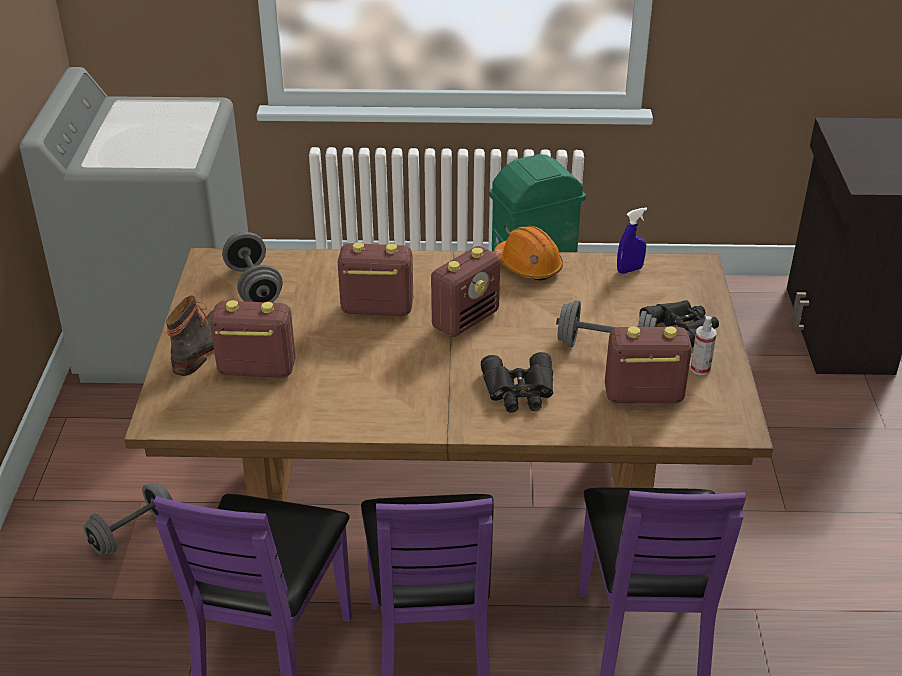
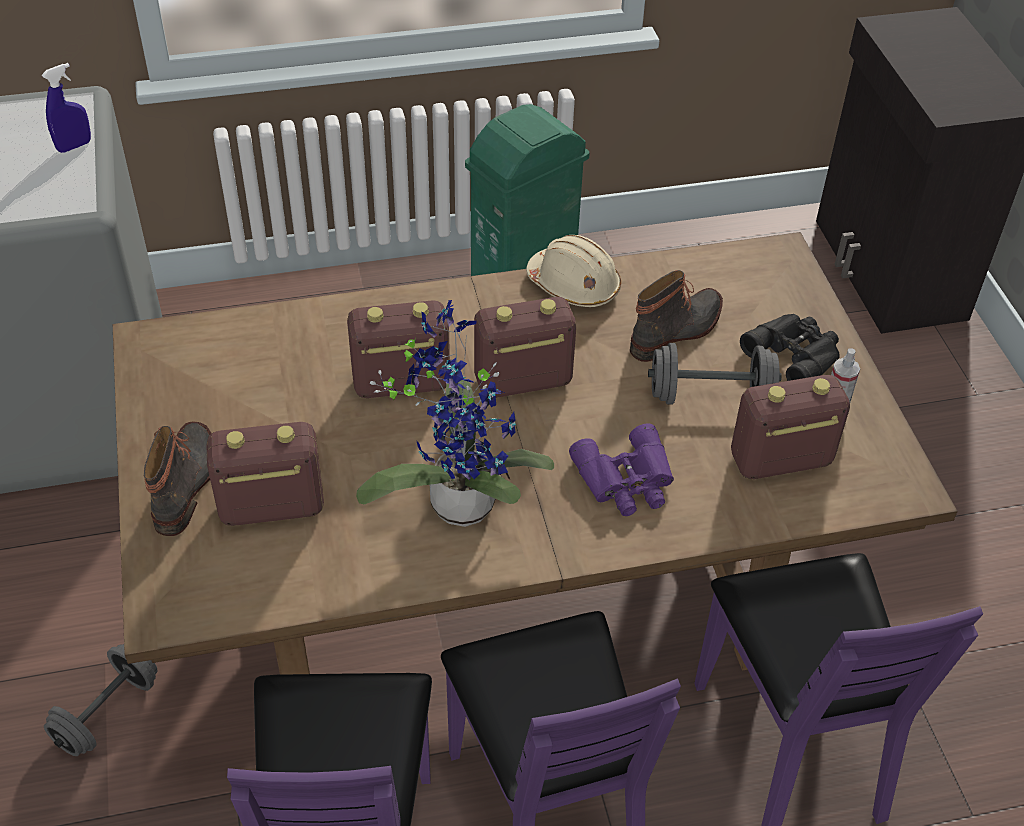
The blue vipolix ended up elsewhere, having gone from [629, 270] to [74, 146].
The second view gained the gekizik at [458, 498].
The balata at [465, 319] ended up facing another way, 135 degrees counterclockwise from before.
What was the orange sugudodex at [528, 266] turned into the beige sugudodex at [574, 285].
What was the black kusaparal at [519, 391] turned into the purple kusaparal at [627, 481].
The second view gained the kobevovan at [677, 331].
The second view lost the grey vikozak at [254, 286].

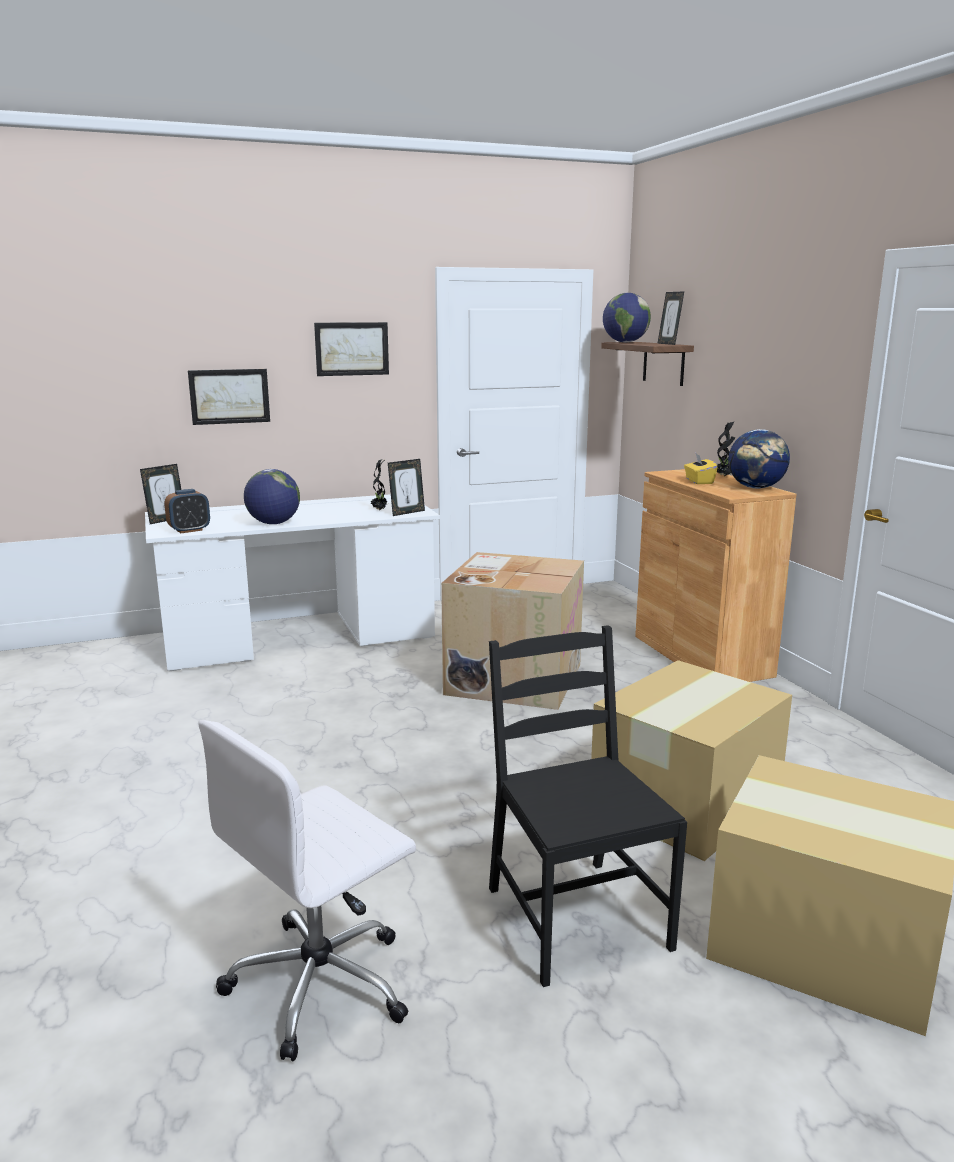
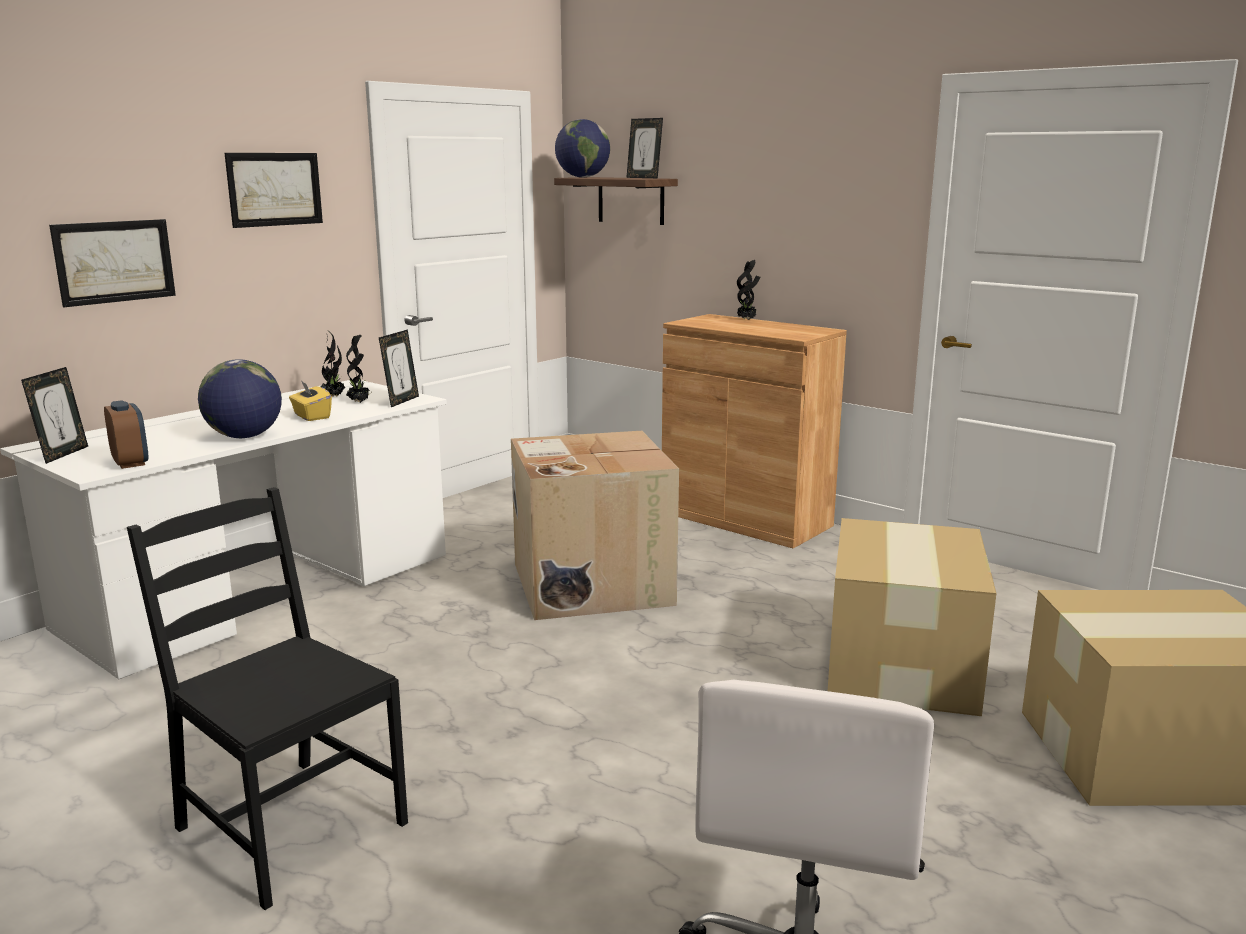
The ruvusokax at [189, 530] ended up facing another way, 60 degrees counterclockwise from before.
The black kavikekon ended up elsewhere, having gone from [574, 917] to [288, 826].
The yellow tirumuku ended up elsewhere, having gone from [699, 481] to [311, 416].
The second view gained the gekizik at [334, 397].
The second view lost the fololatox at [756, 488].

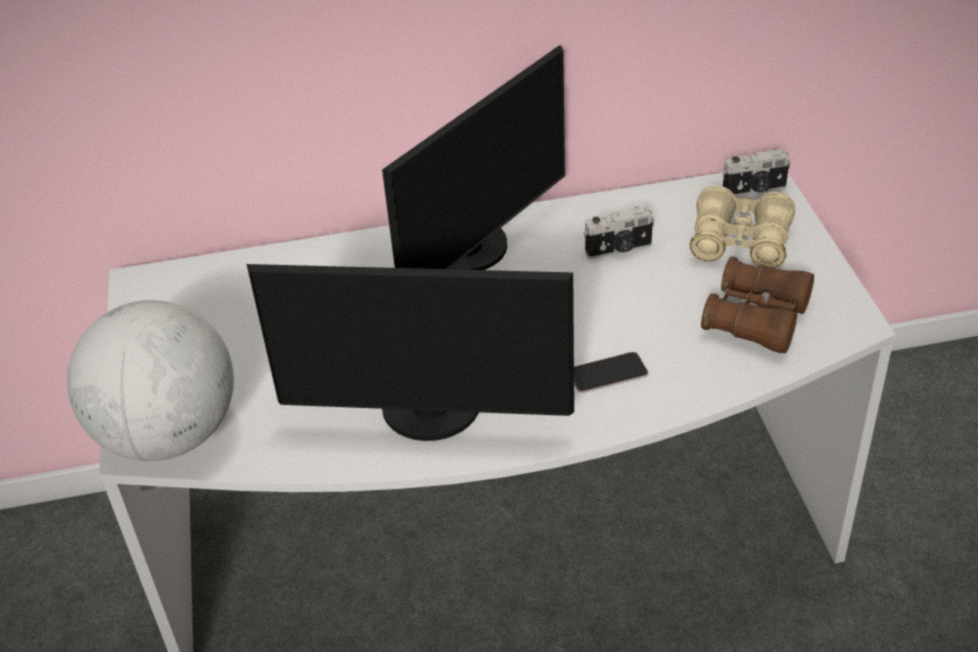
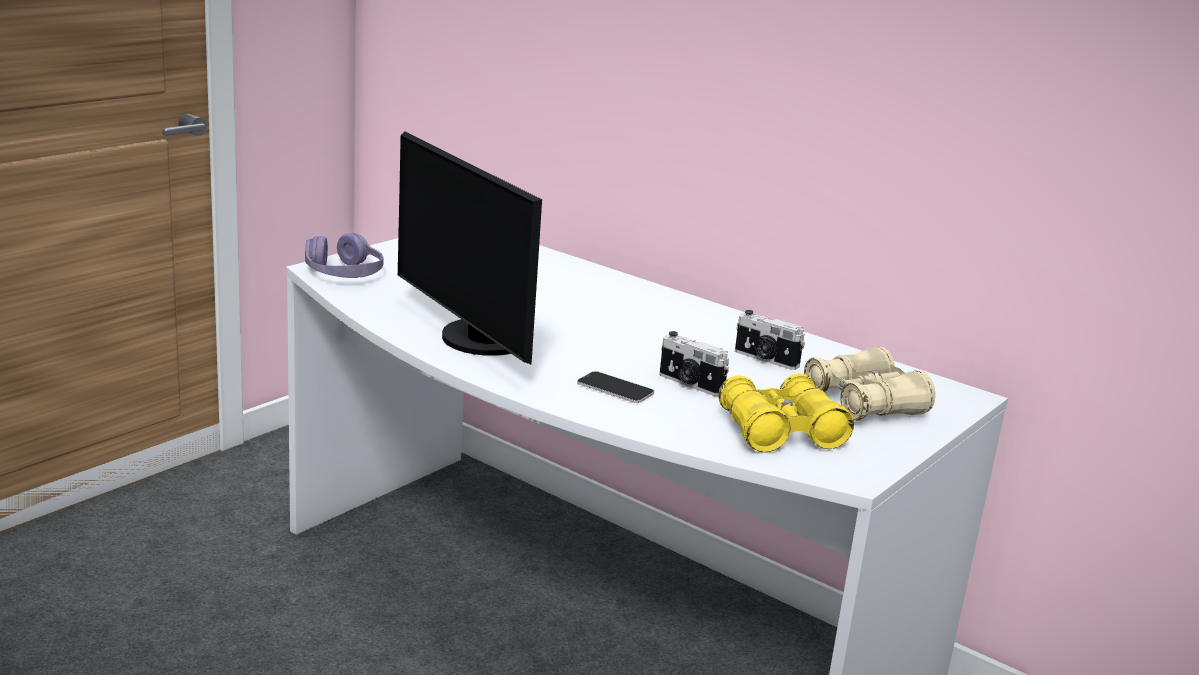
Where the fololatox stood at [169, 435], the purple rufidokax came to stand at [344, 274].
The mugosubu ended up elsewhere, having gone from [755, 190] to [690, 384].
What was the brown kusaparal at [757, 319] turned into the yellow kusaparal at [780, 431].
The second view lost the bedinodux at [472, 250].

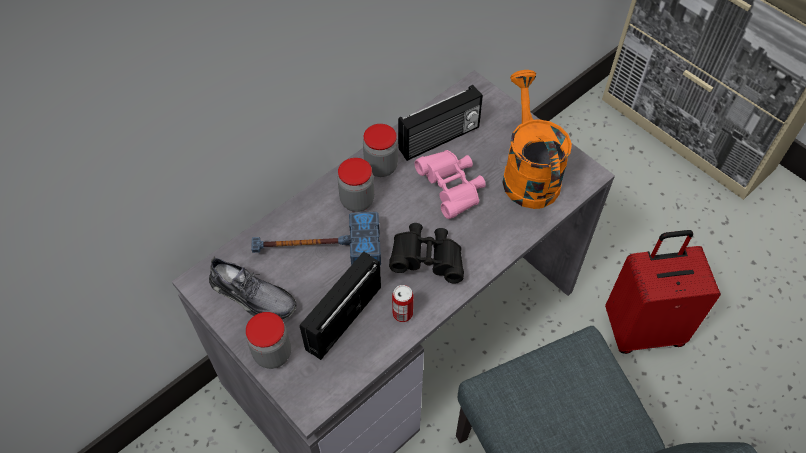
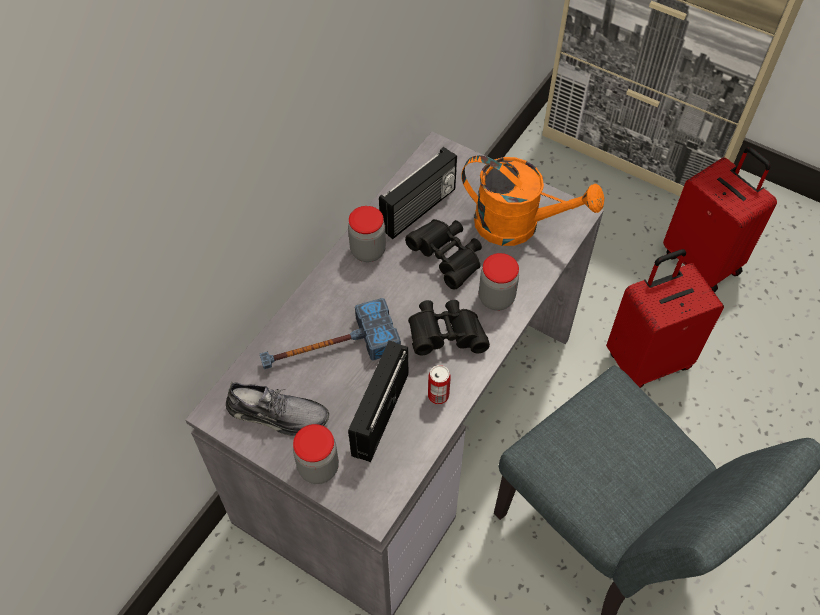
What was the pink kusaparal at [452, 189] turned into the black kusaparal at [448, 259].
The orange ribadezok at [527, 173] ended up facing another way, 135 degrees clockwise from before.
The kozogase ended up elsewhere, having gone from [357, 200] to [496, 298].
The second view gained the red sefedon at [702, 261].

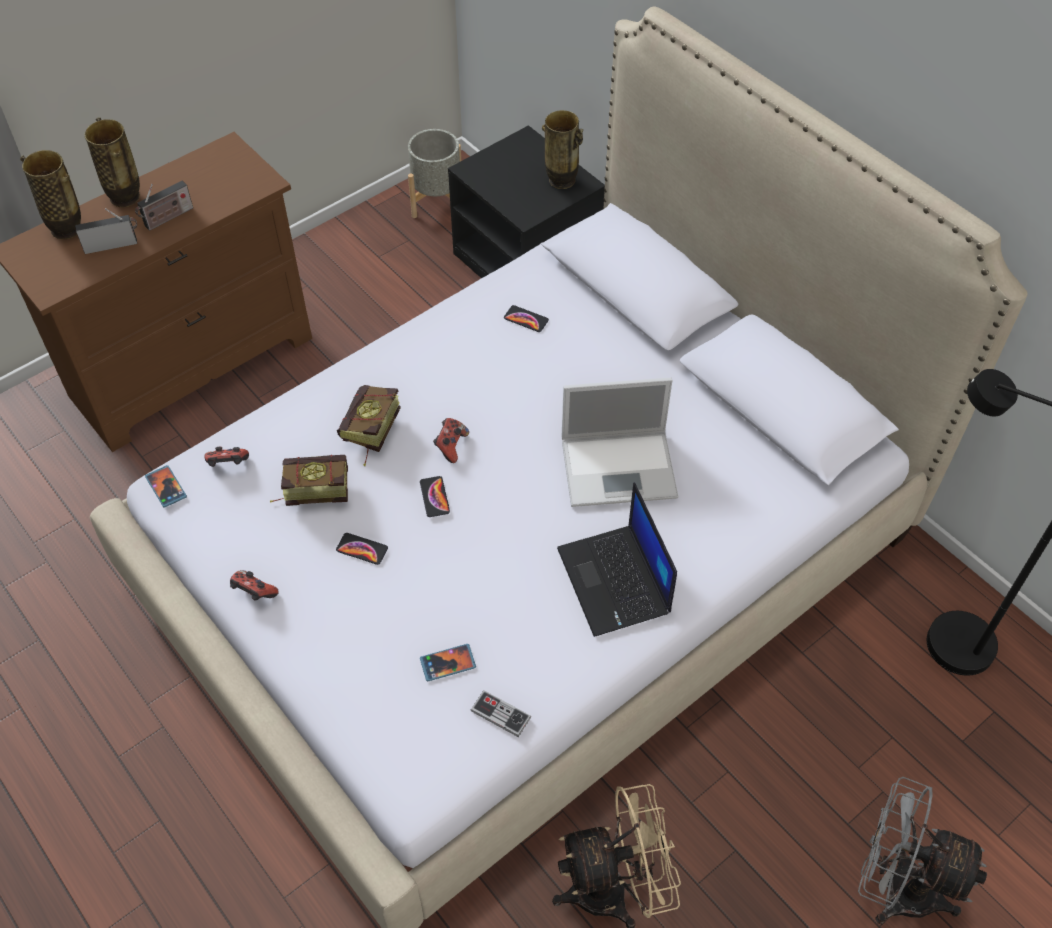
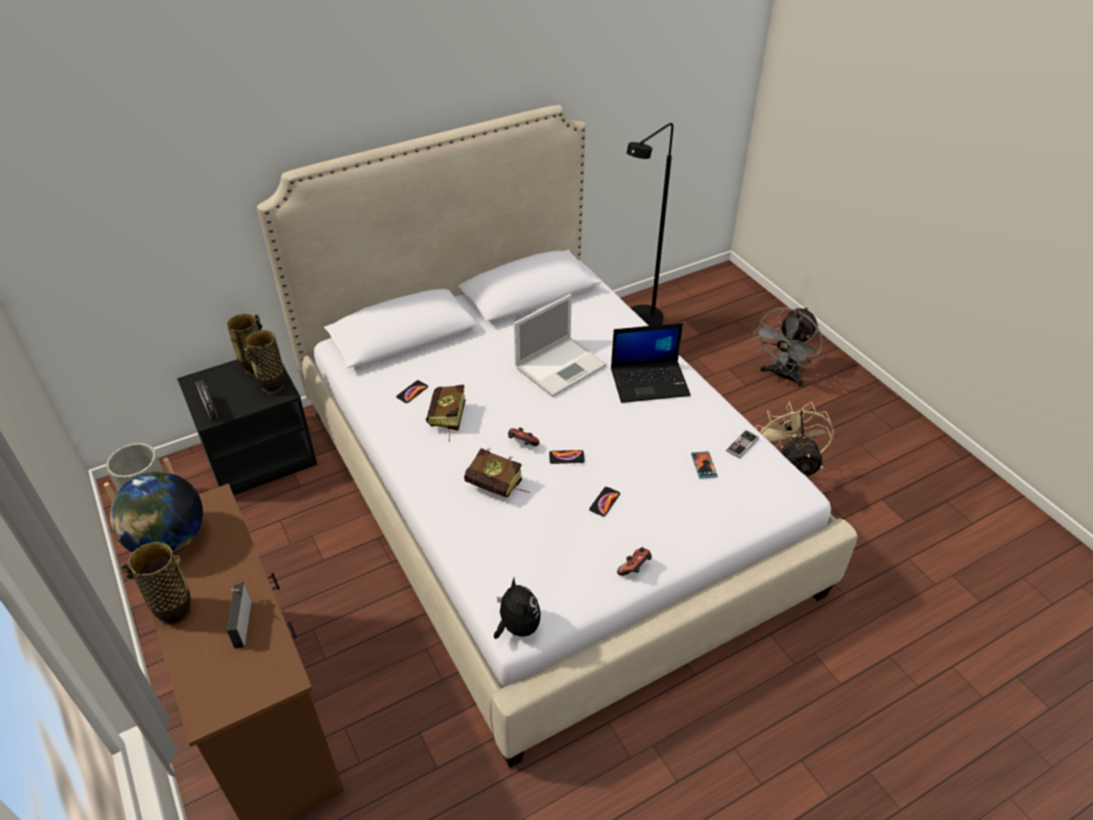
The second view gained the fololatox at [168, 541].
The balata ended up elsewhere, having gone from [167, 218] to [211, 409].
The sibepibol ended up elsewhere, having gone from [66, 229] to [273, 386].
The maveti ended up elsewhere, having gone from [310, 490] to [446, 421].
Where the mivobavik stood at [166, 487], the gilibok came to stand at [517, 627].
The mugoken at [621, 467] ended up facing another way, 45 degrees clockwise from before.
The second view lost the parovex at [228, 465].

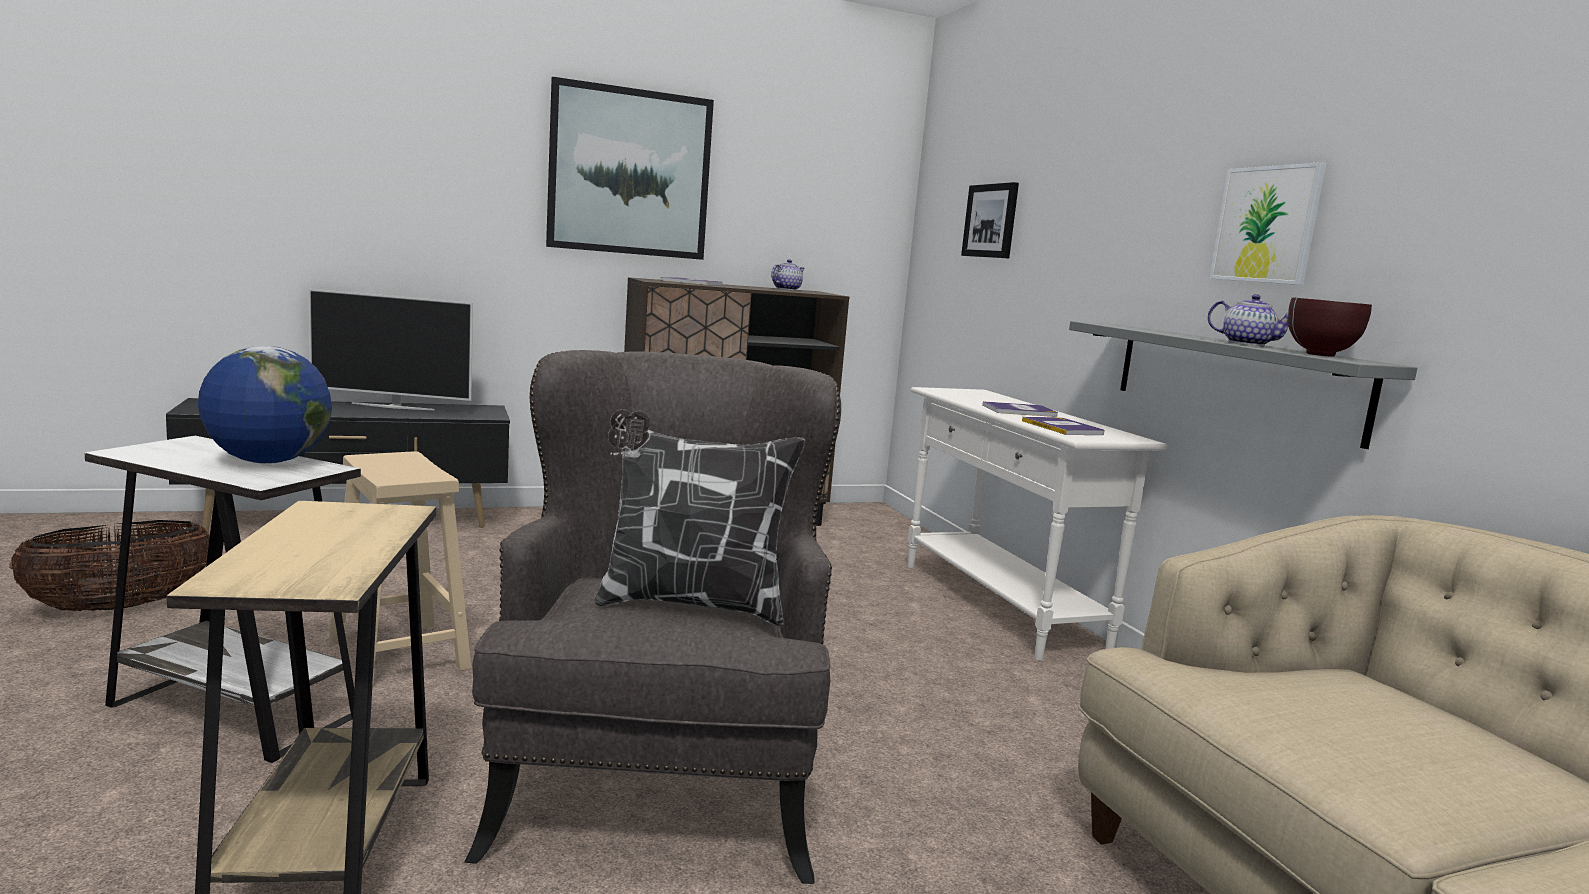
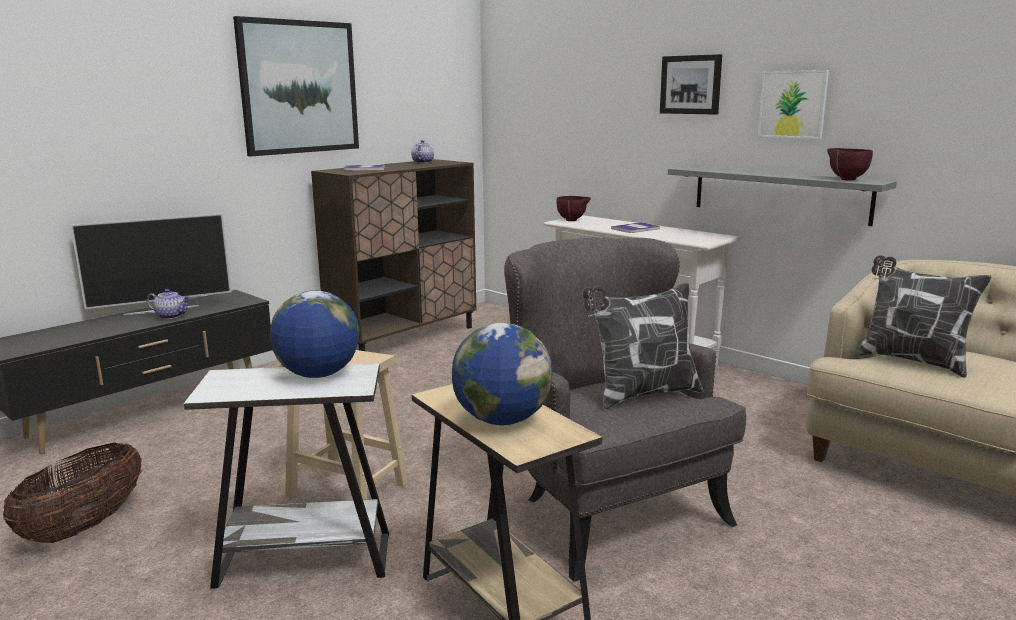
The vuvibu ended up elsewhere, having gone from [1248, 344] to [171, 316].
The second view gained the fololatox at [502, 420].
The second view gained the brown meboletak at [573, 220].
The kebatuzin ended up elsewhere, having gone from [991, 221] to [691, 84].
The second view gained the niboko at [911, 361].
The second view lost the maveti at [1063, 428].

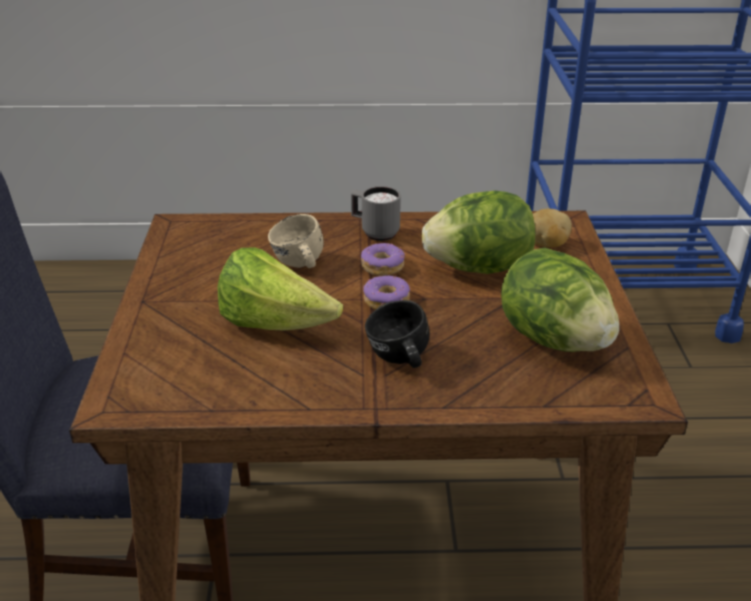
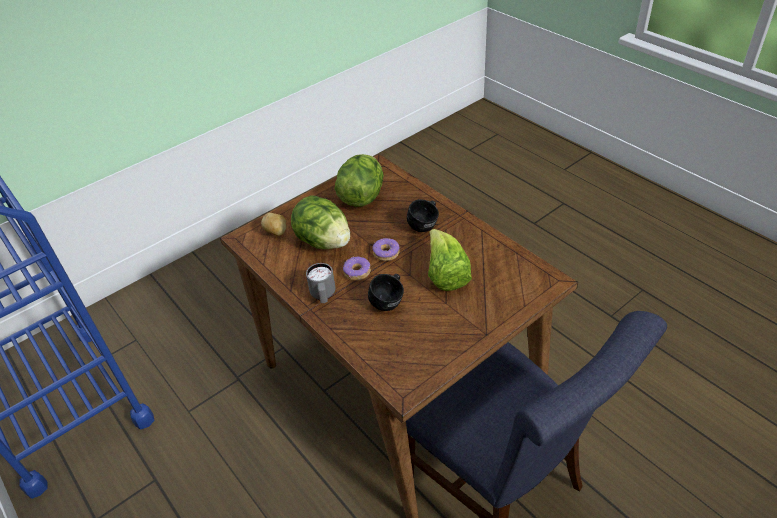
What was the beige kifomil at [298, 266] turned into the black kifomil at [390, 301].

